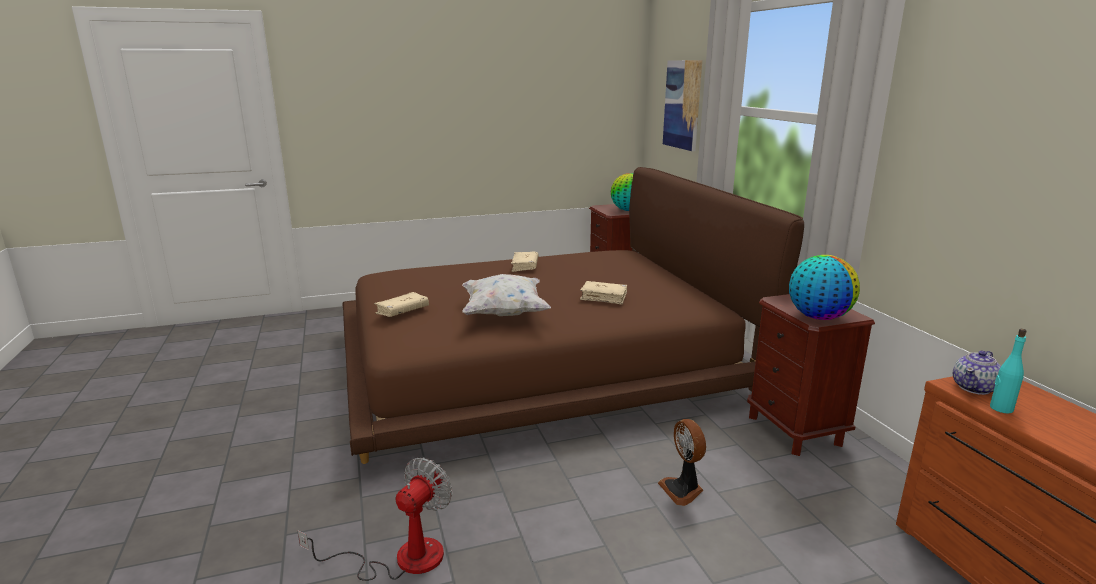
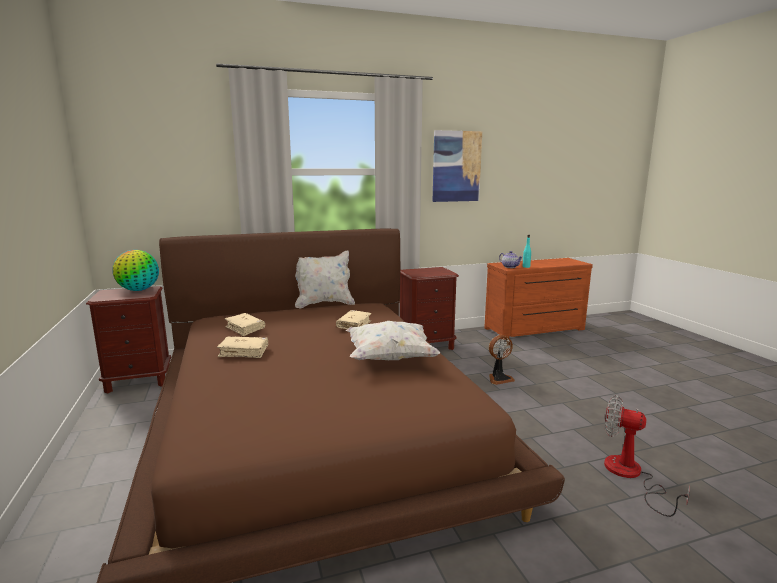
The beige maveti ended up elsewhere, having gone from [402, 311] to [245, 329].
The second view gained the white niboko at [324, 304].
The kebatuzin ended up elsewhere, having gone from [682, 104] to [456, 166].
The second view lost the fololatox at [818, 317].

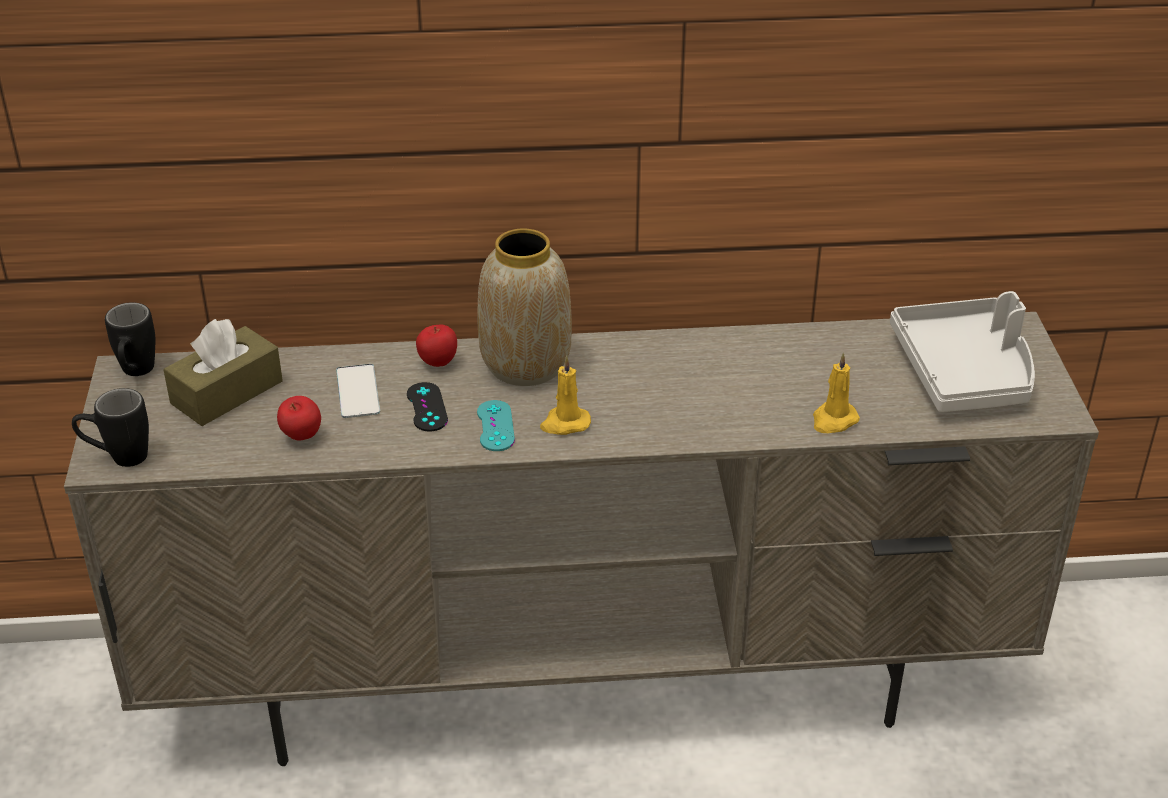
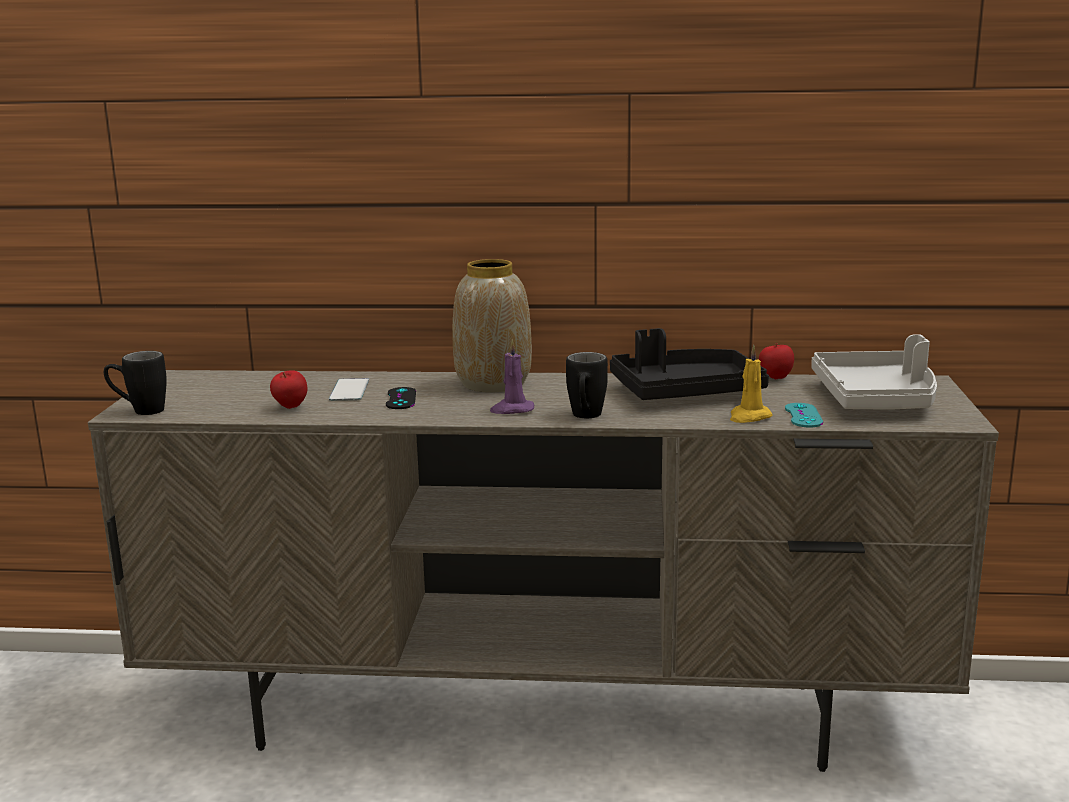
What was the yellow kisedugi at [564, 423] turned into the purple kisedugi at [512, 410].
The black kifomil ended up elsewhere, having gone from [136, 374] to [585, 417].
The second view gained the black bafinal at [685, 392].
The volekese ended up elsewhere, having gone from [438, 363] to [775, 378].
The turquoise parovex ended up elsewhere, having gone from [495, 426] to [803, 415].
The second view lost the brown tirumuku at [227, 392].

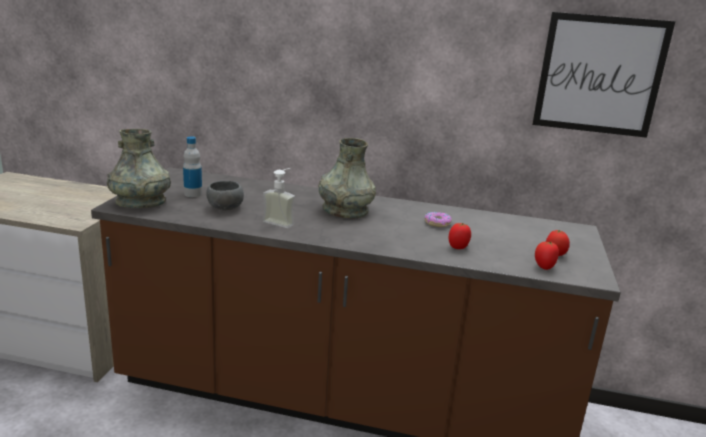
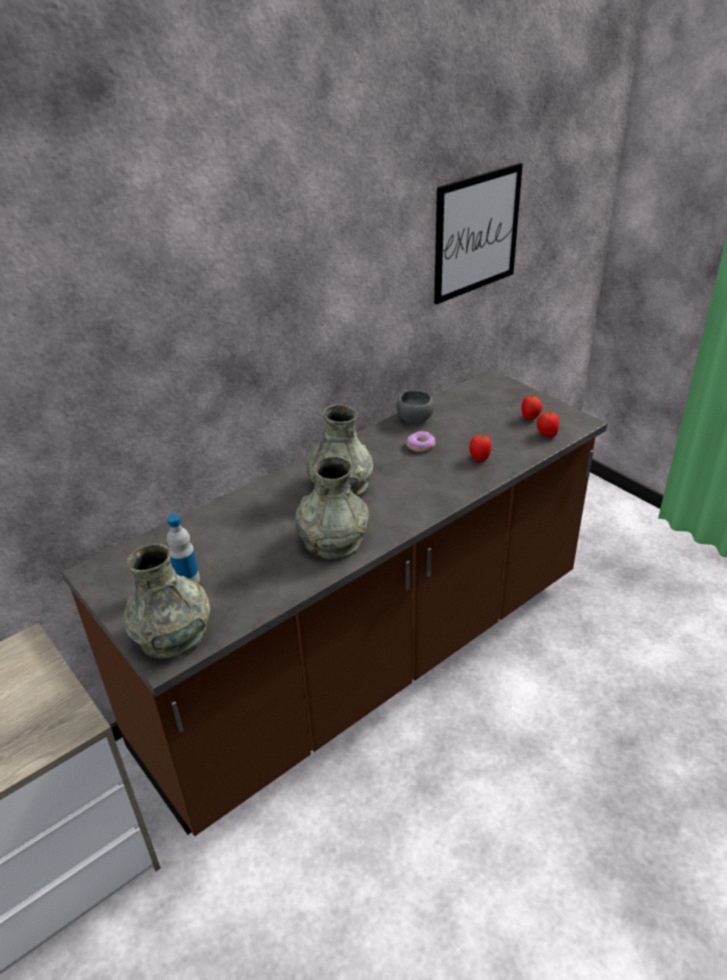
Where the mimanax stood at [282, 221], the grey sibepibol came to stand at [333, 540].
The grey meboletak ended up elsewhere, having gone from [224, 208] to [414, 419].

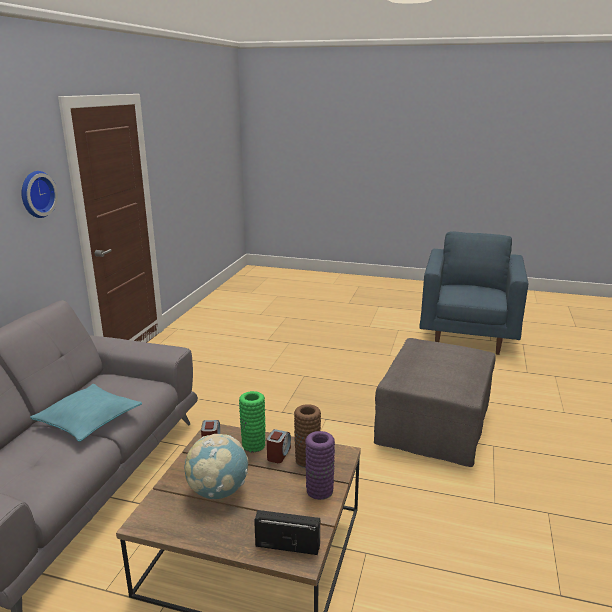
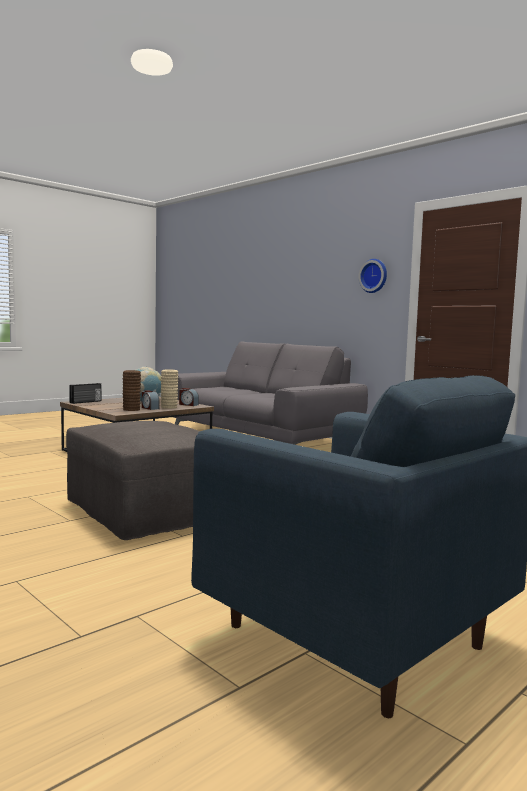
What was the green sibepibol at [253, 445] turned into the beige sibepibol at [169, 407].
The second view lost the turquoise niboko at [88, 420].
The second view lost the purple sibepibol at [319, 491].

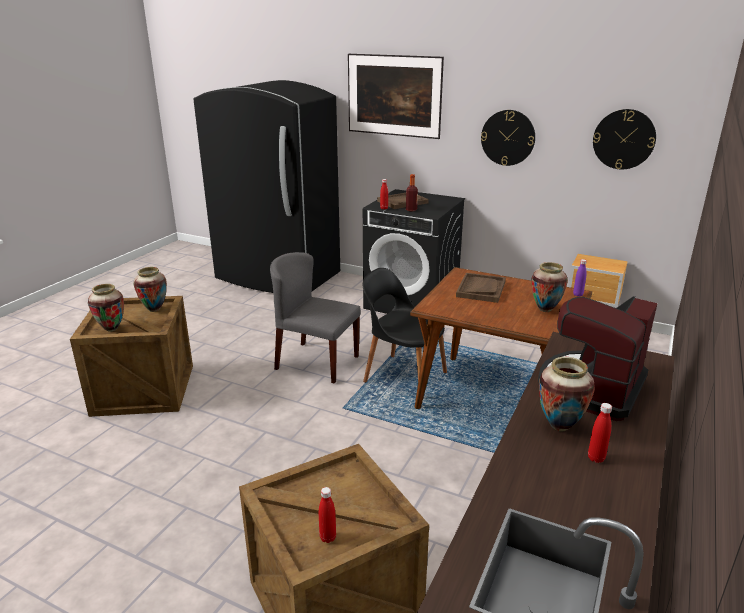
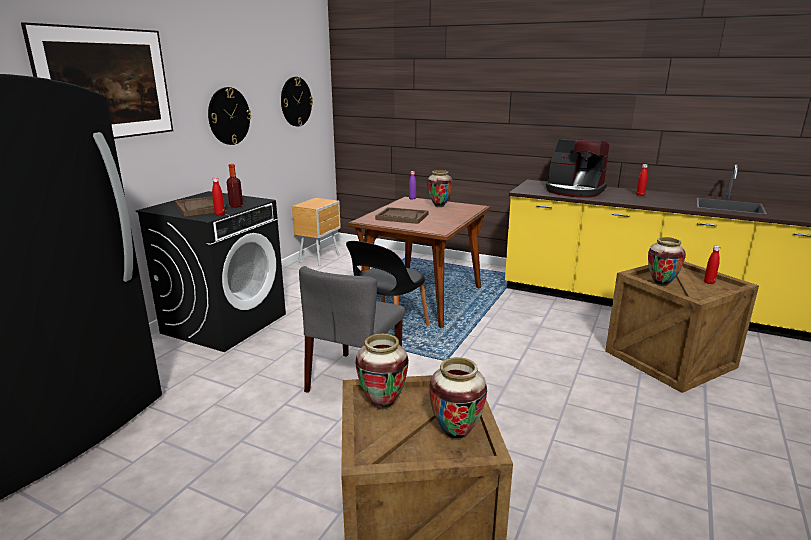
The sibepibol ended up elsewhere, having gone from [559, 426] to [661, 284].

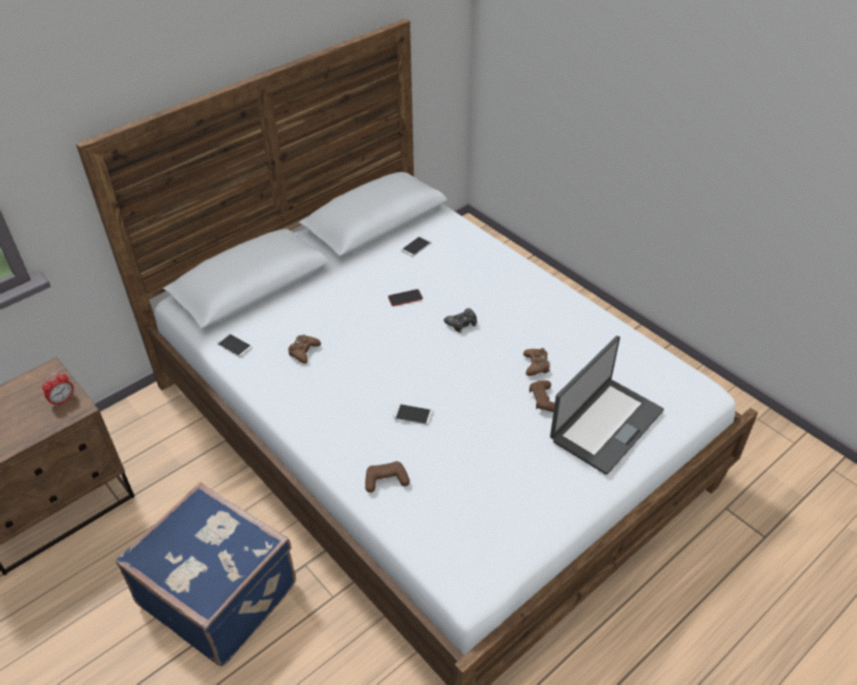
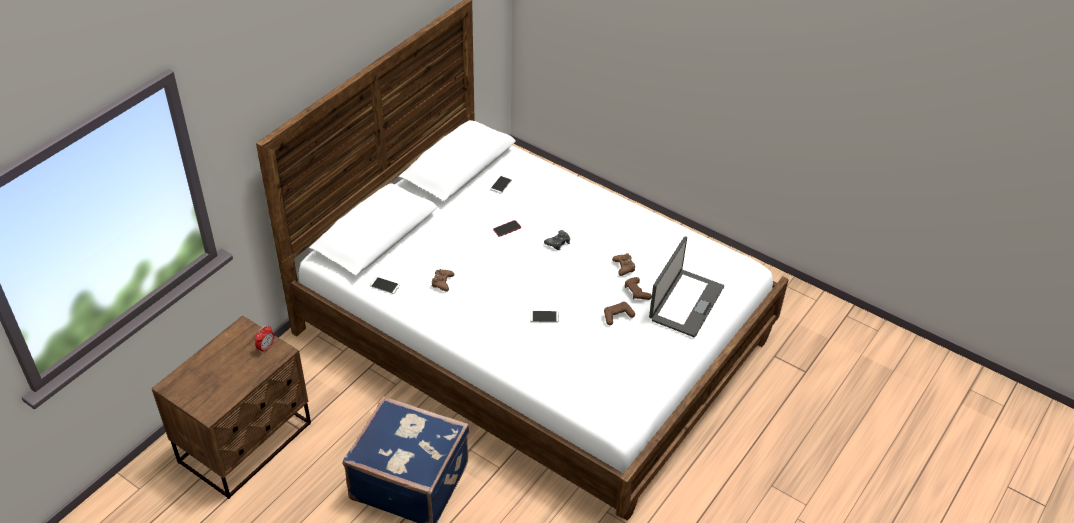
The brown parovex ended up elsewhere, having gone from [386, 480] to [617, 316].

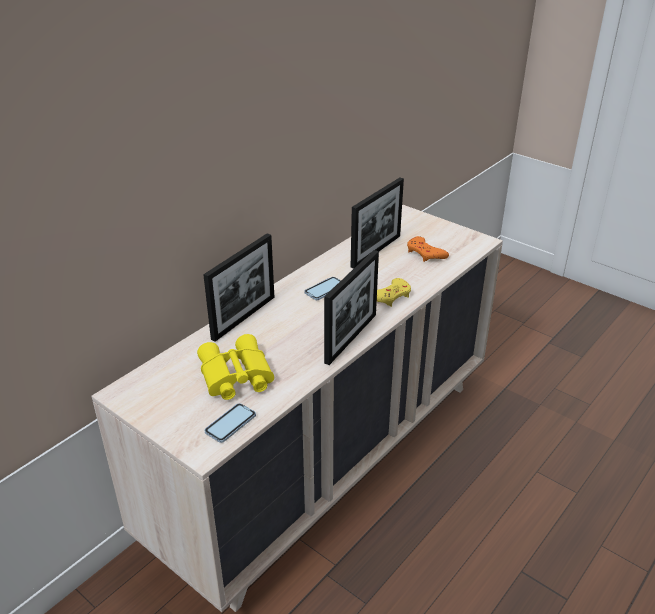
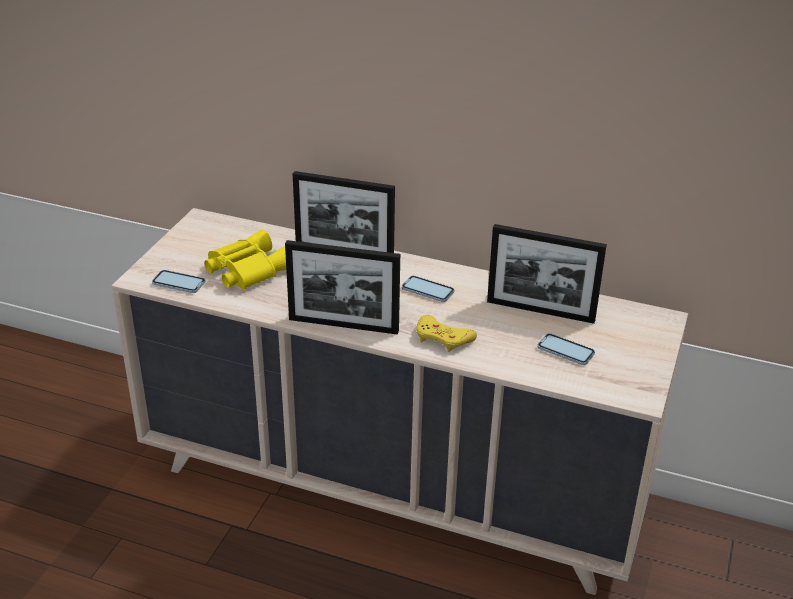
Where the orange parovex stood at [425, 253], the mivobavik came to stand at [565, 351].

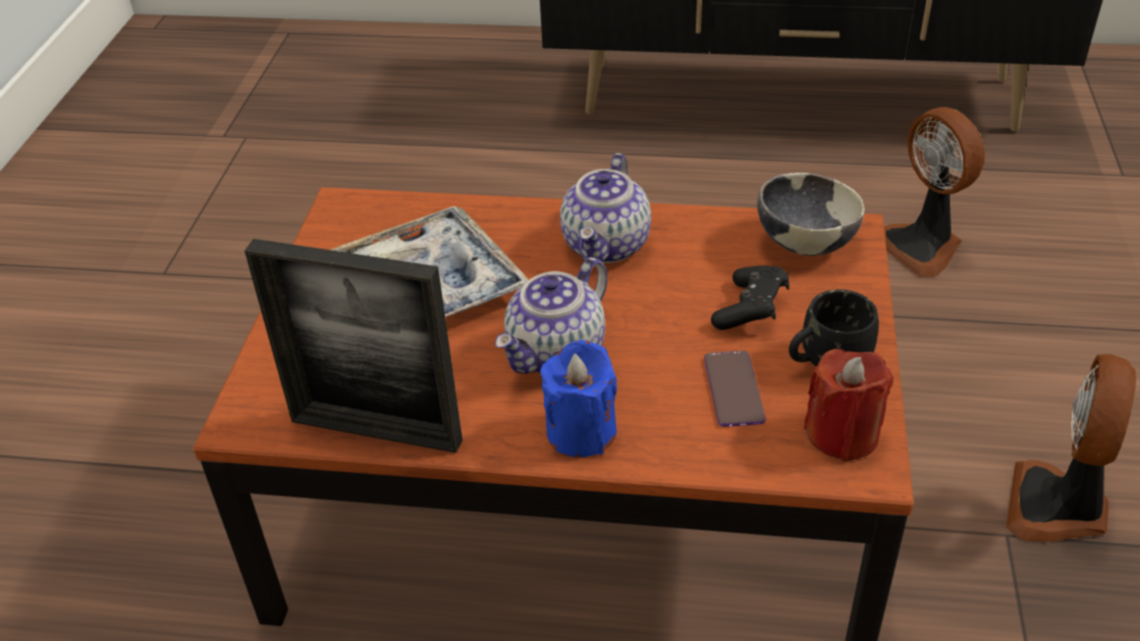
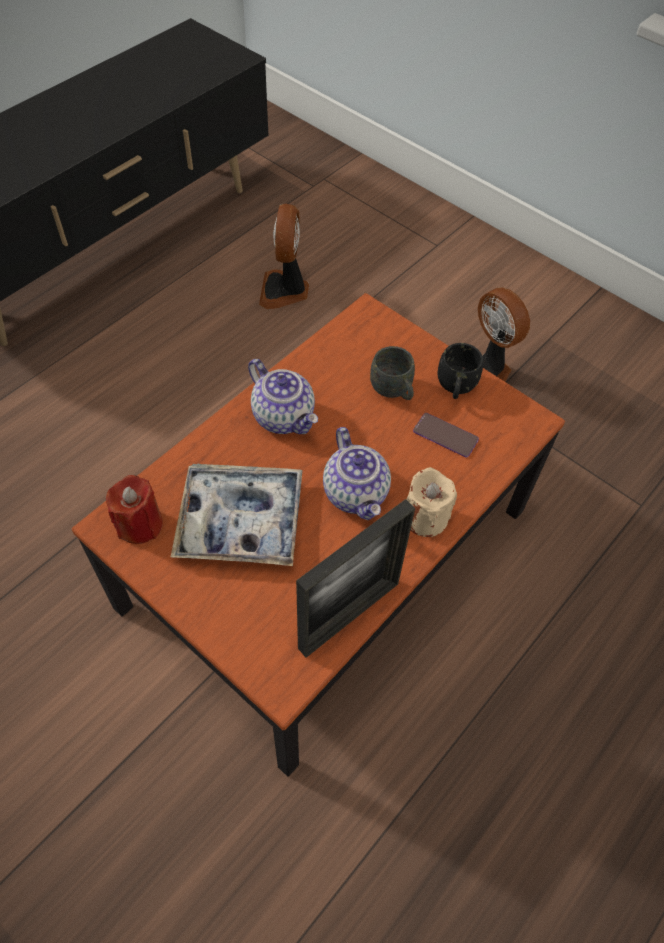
The red kisedugi ended up elsewhere, having gone from [842, 434] to [140, 524].
The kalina at [922, 246] ended up facing another way, 90 degrees clockwise from before.
Where the black parovex stood at [751, 310], the grey kifomil came to stand at [393, 391].
What was the blue kisedugi at [581, 431] turned into the beige kisedugi at [425, 517].
The second view lost the meboletak at [804, 243].

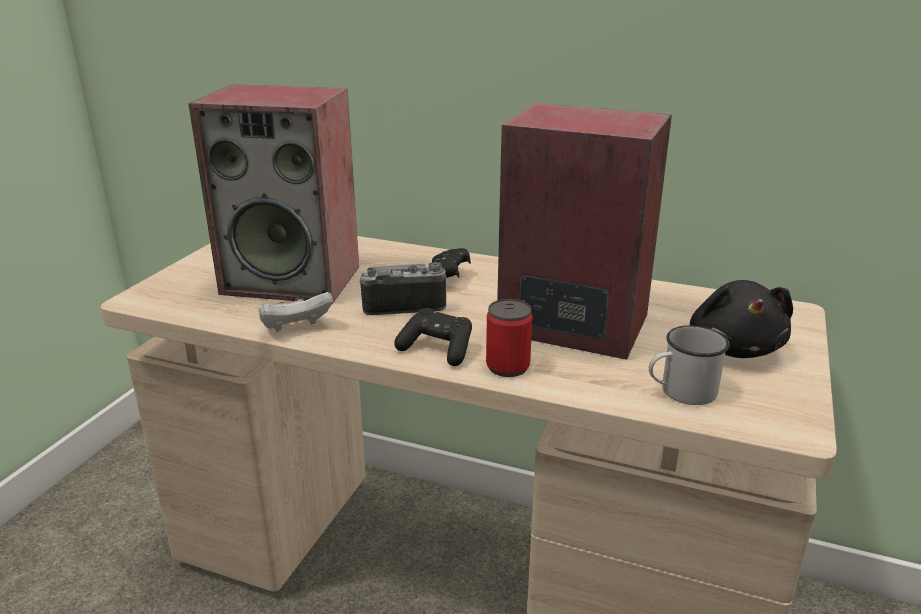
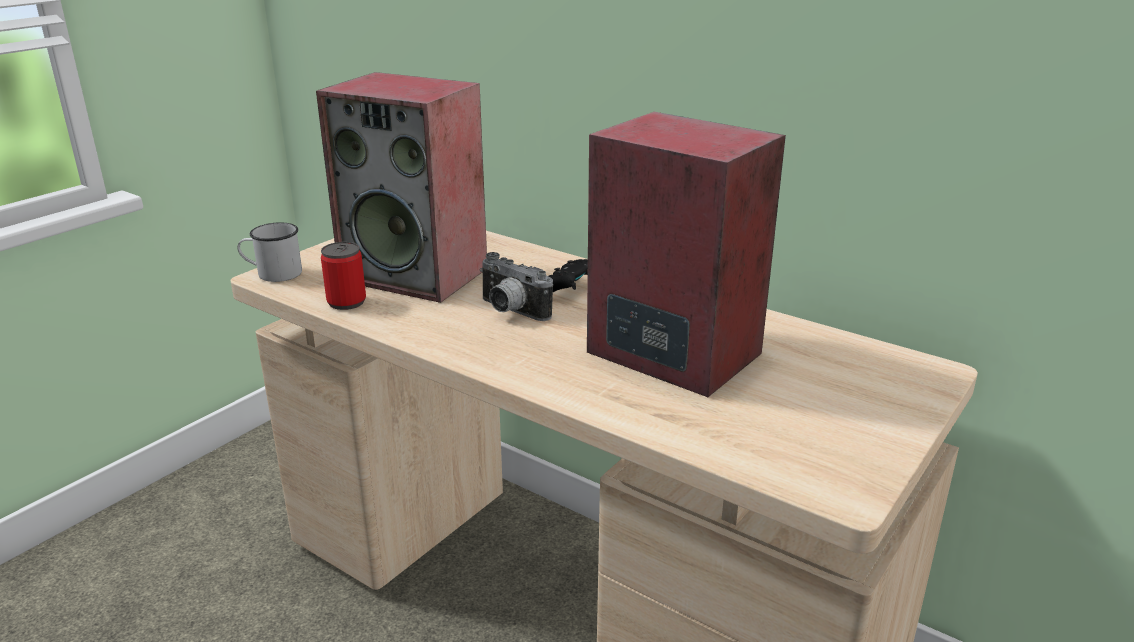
The white kifomil ended up elsewhere, having gone from [680, 392] to [273, 273].
The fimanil ended up elsewhere, having gone from [507, 366] to [346, 302].
The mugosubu at [404, 305] ended up facing another way, 150 degrees counterclockwise from before.
The second view lost the white parovex at [296, 328].
The second view lost the black parovex at [437, 349].
The second view lost the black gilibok at [735, 347].

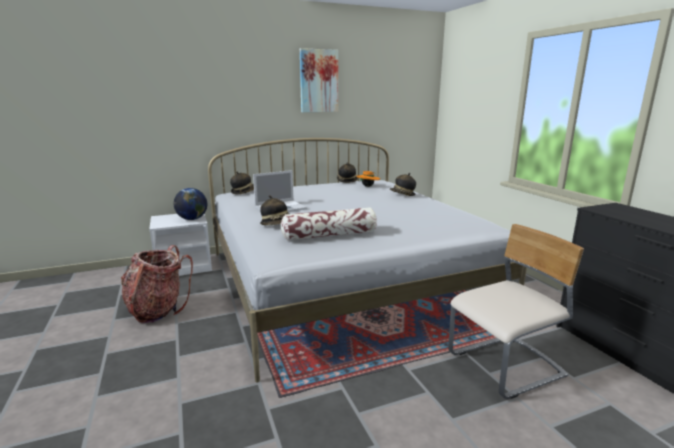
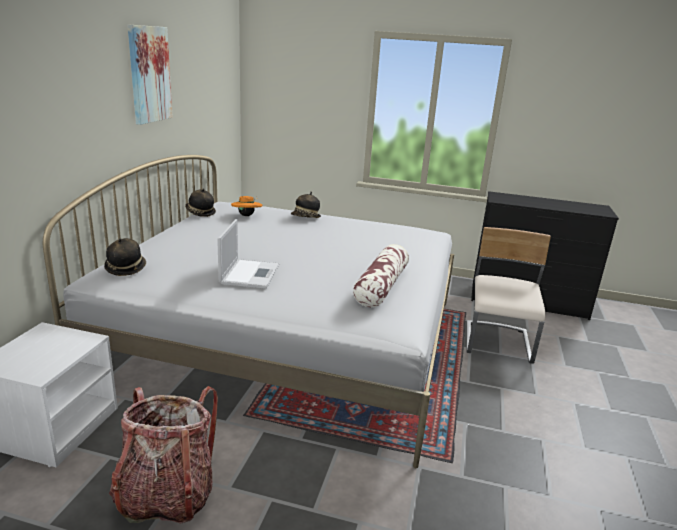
The second view lost the fololatox at [192, 219].
The second view lost the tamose at [277, 224].

